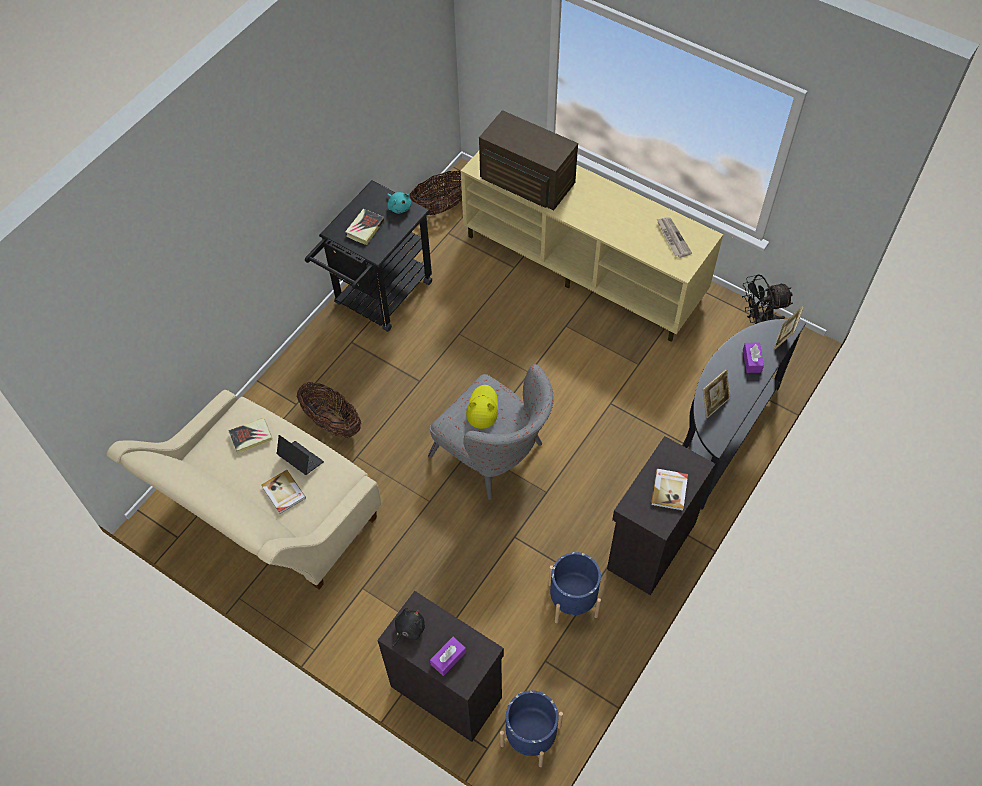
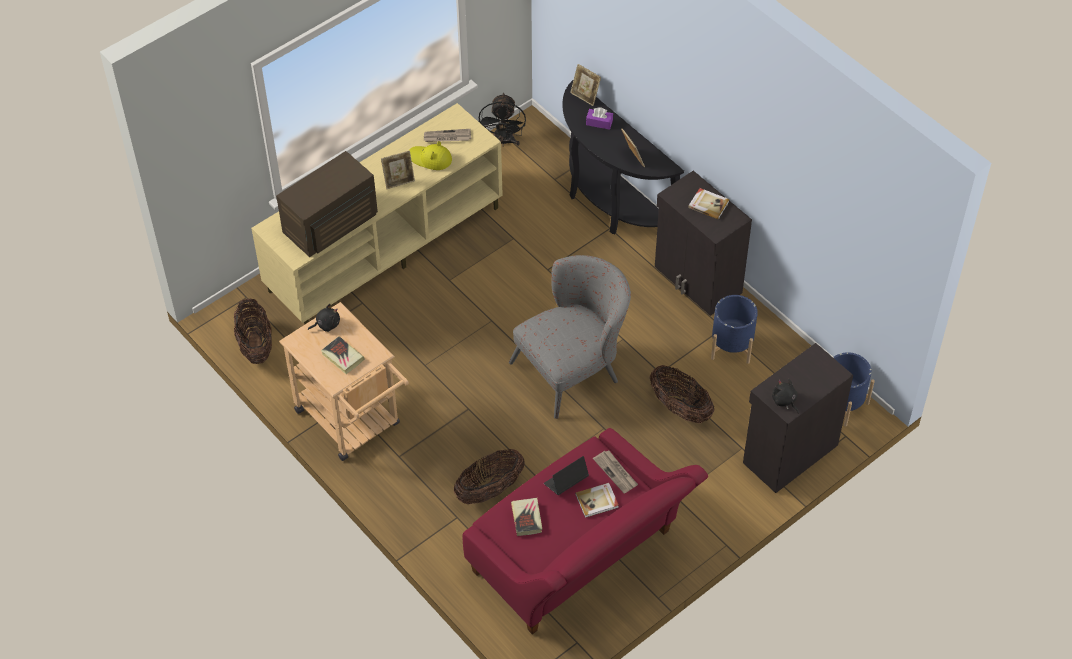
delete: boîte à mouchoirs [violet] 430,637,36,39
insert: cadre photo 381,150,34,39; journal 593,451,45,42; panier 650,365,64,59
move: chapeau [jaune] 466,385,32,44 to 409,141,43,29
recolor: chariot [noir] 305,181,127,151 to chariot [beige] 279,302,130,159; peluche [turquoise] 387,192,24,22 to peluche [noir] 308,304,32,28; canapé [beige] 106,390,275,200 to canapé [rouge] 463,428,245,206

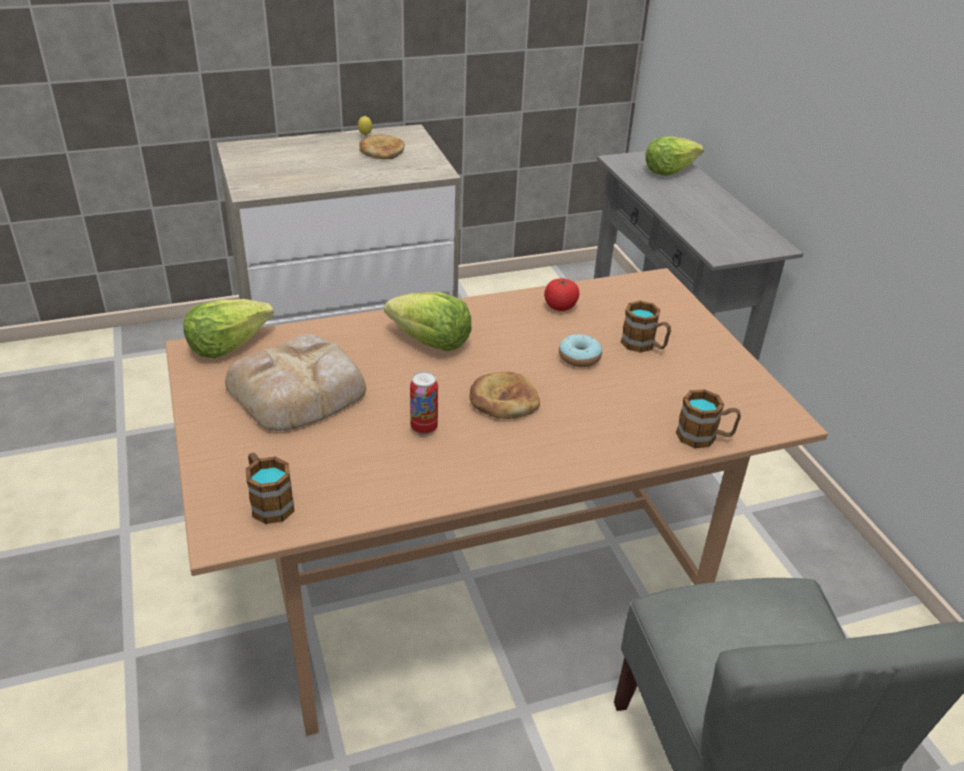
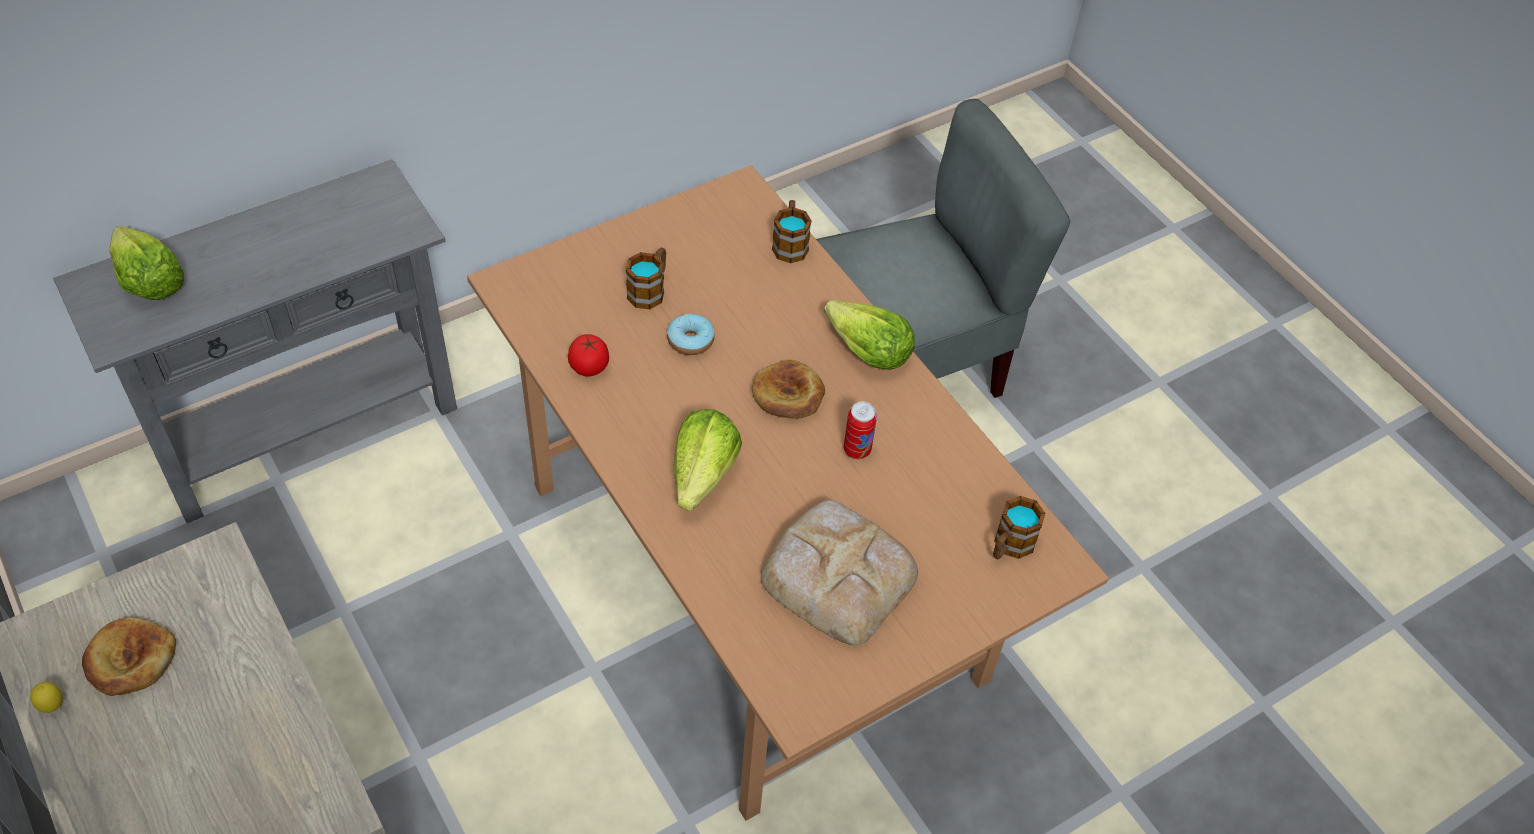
move: laitue 183,299,91,59 to 824,300,91,70

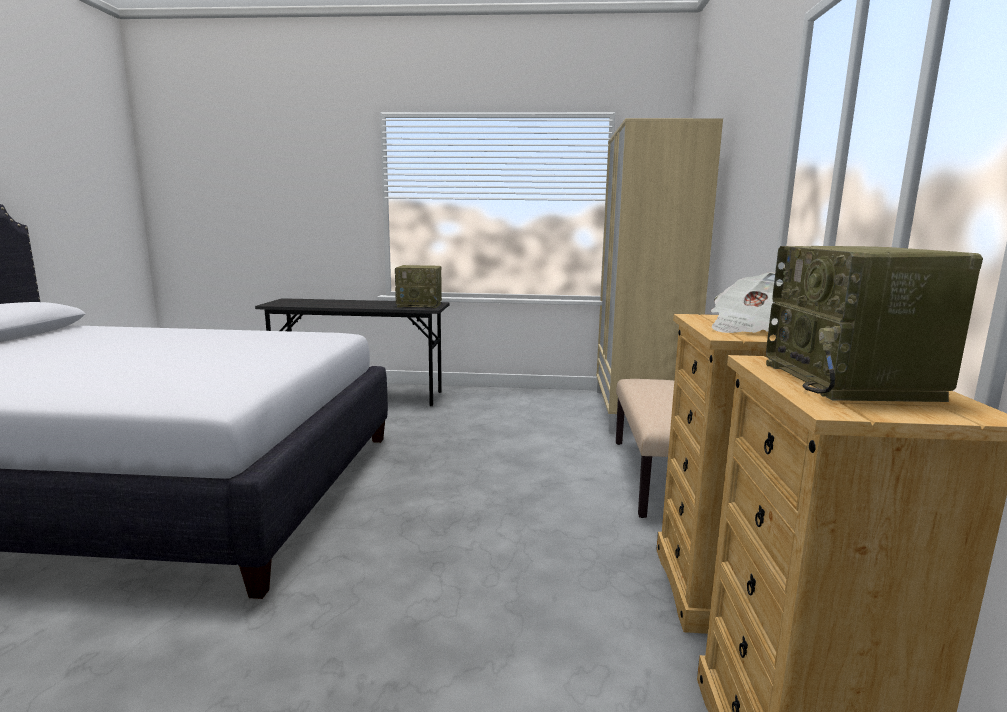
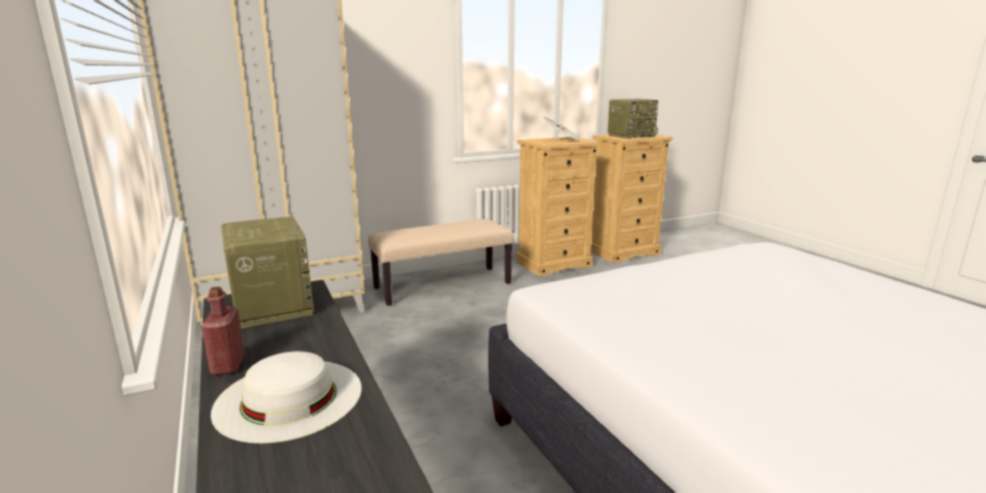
insert: bouteille [rouge] 201,287,44,88; chapeau [blanc] 211,351,151,92

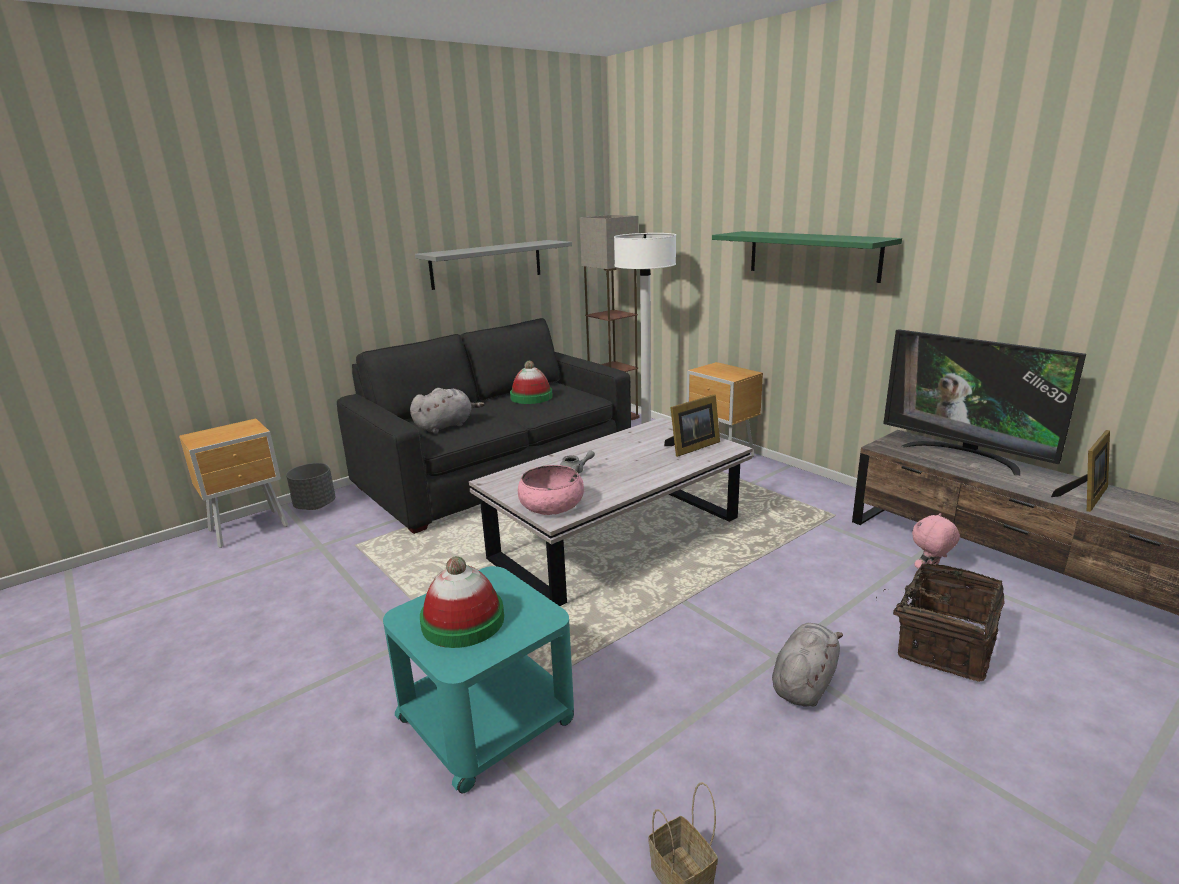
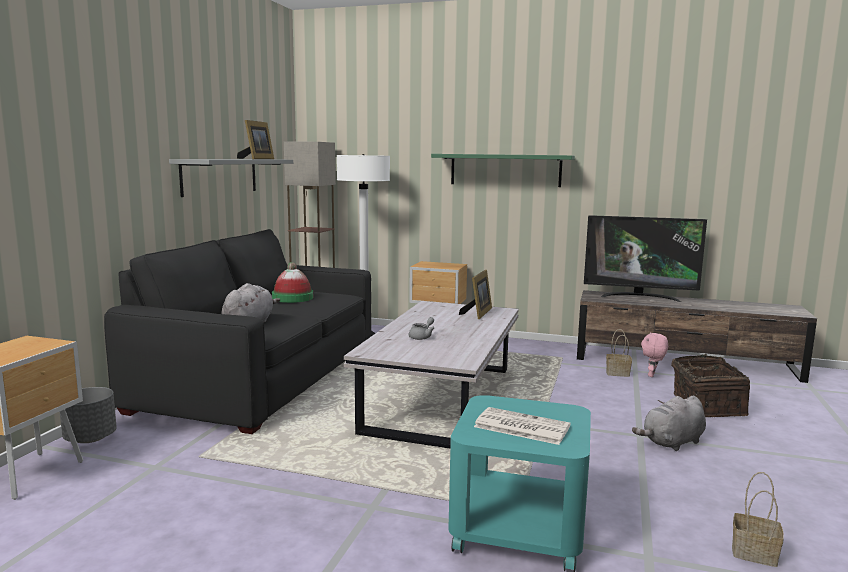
delete: bol [rose] 518,465,66,50
insert: panier 606,329,26,48
move: cadre photo 1051,430,59,82 to 237,120,37,39
replace: chapeau 420,556,84,92 to journal 474,407,97,38
rotate: peluche [gris] 772,623,71,84 = 632,396,74,55 120 degrees counterclockwise

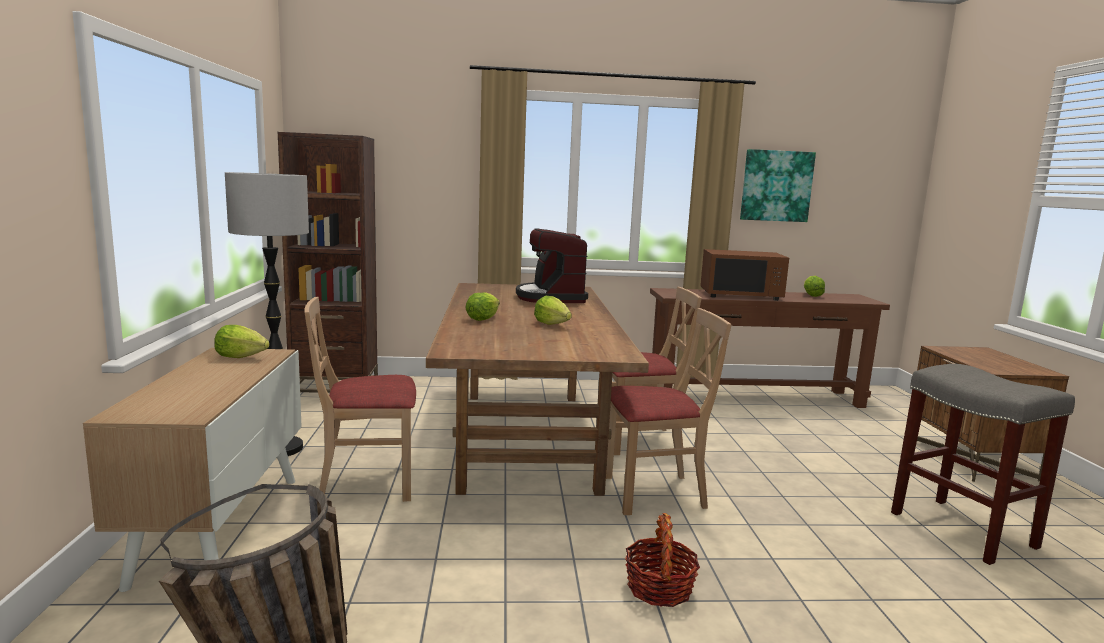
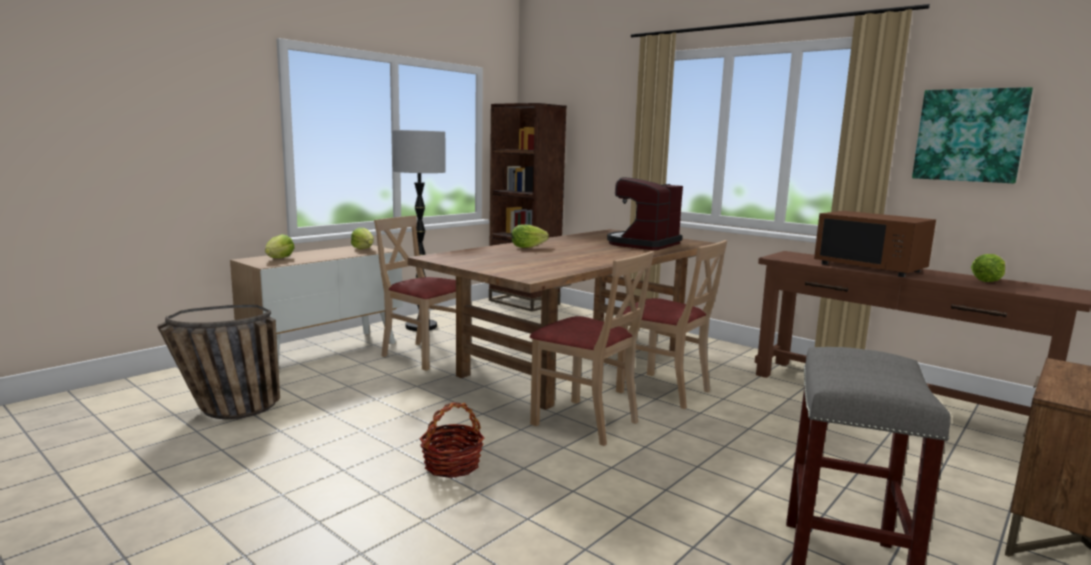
move: laitue 534,296,38,29 to 265,234,30,24

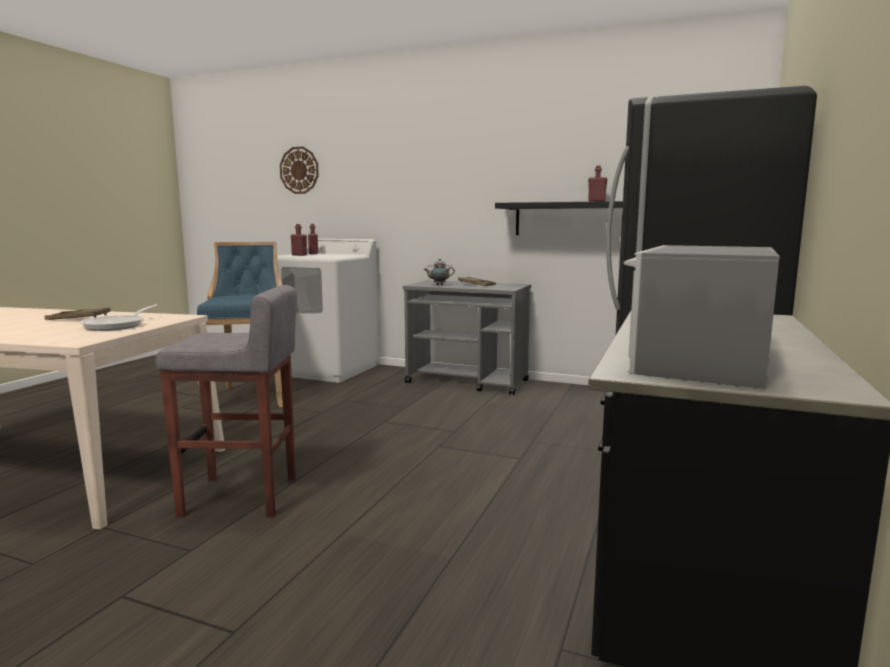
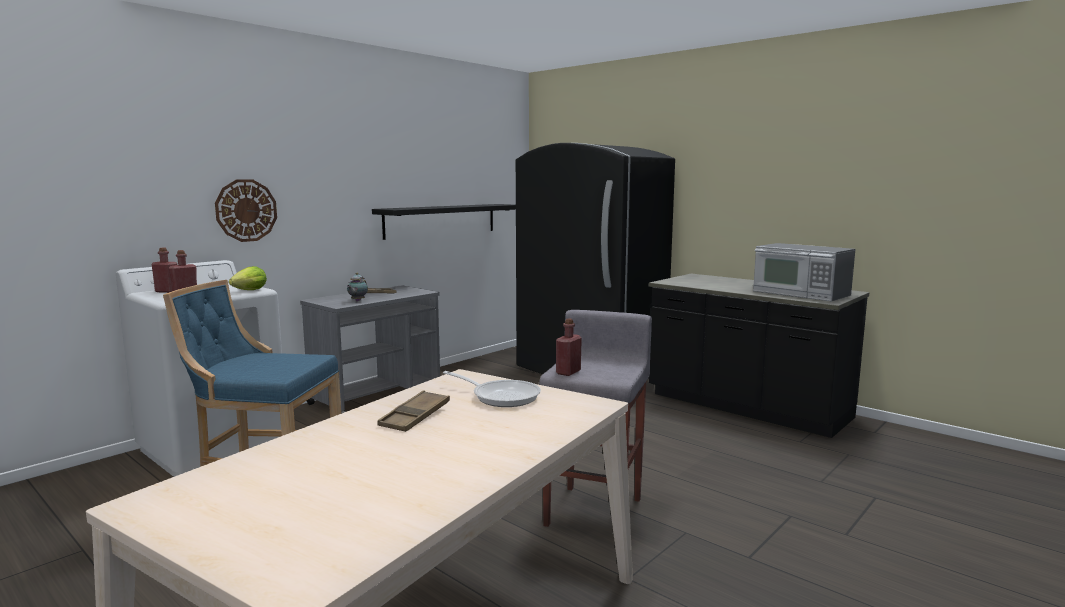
insert: laitue 229,266,38,24
move: horloge murale 280,147,39,47 to 215,179,62,63; bouteille [rouge] 588,165,19,37 to 556,318,26,58

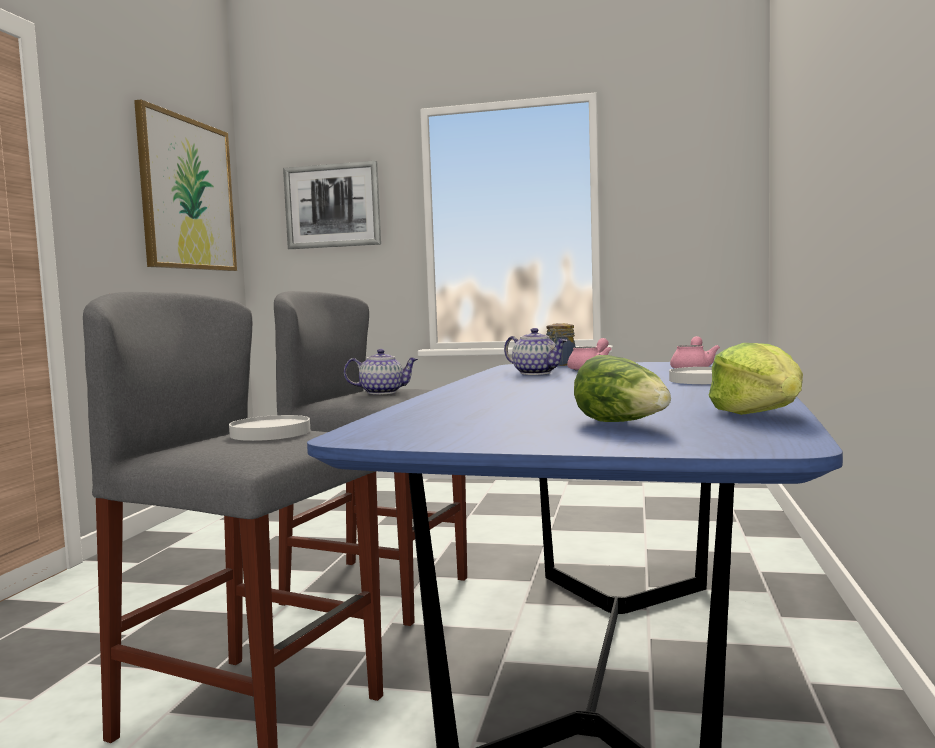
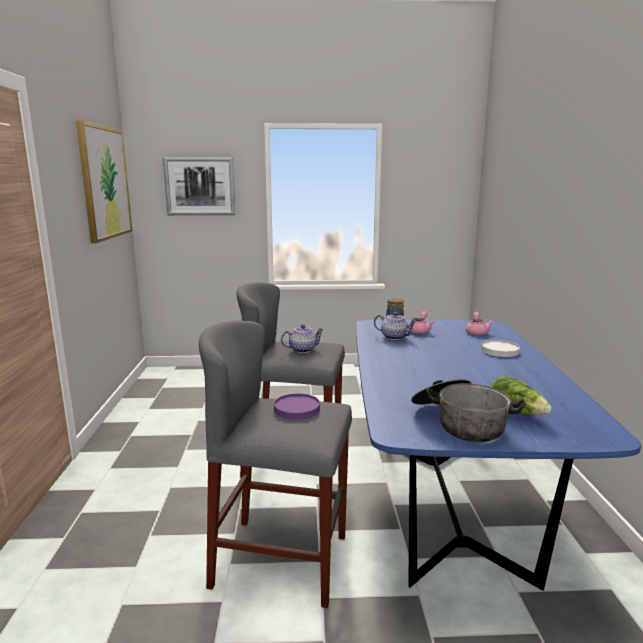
delete: laitue 708,343,95,72
insert: marmite 411,379,114,63
recolor: assiette [blanc] 229,415,81,26 to assiette [violet] 274,394,46,26

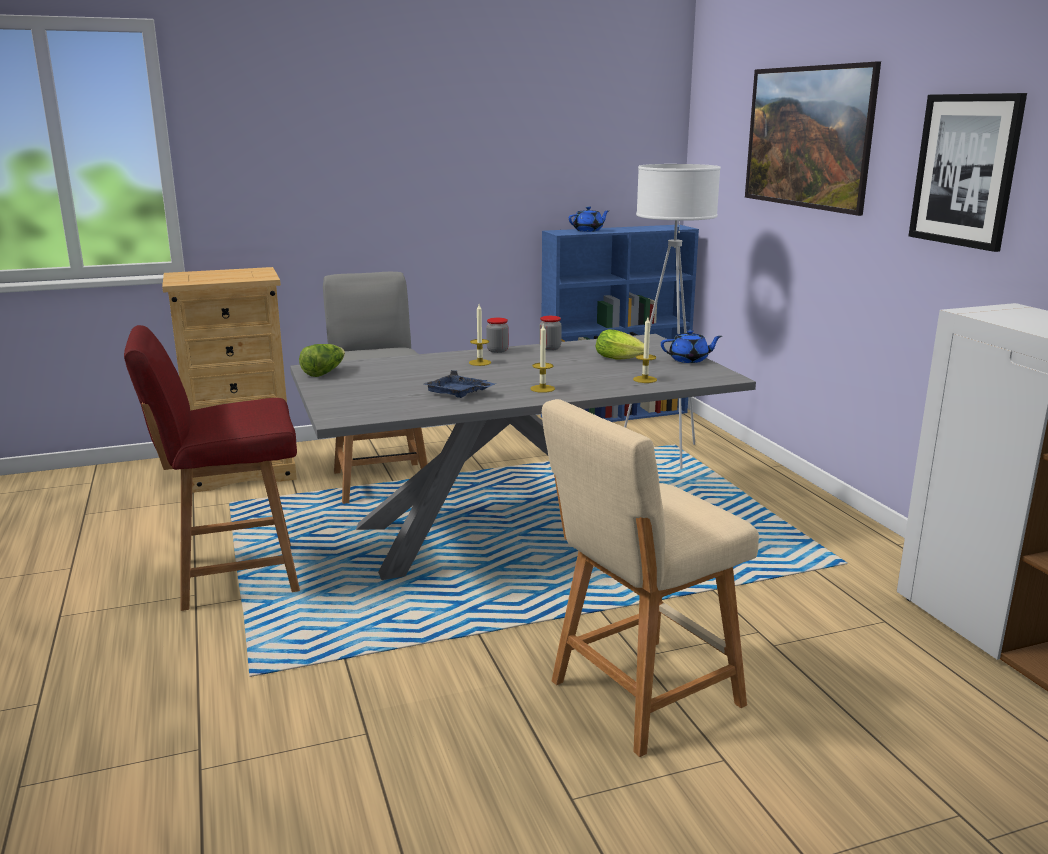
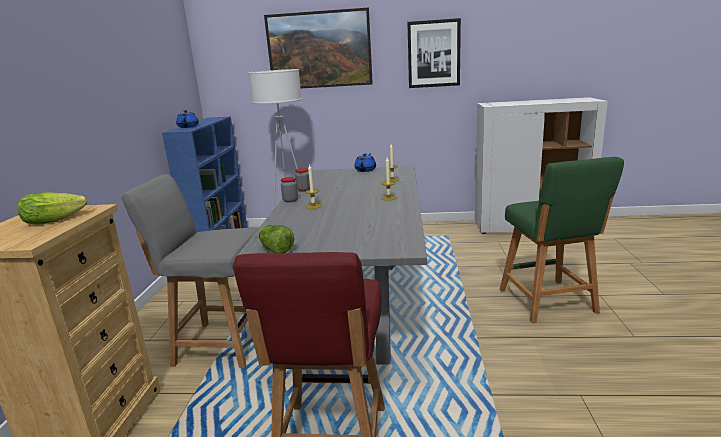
delete: plateau [bleu] 424,370,71,28
move: laitue 596,329,48,31 to 17,192,70,33
recolor: tabouret [beige] 542,399,217,358 to tabouret [vert] 500,157,124,166

